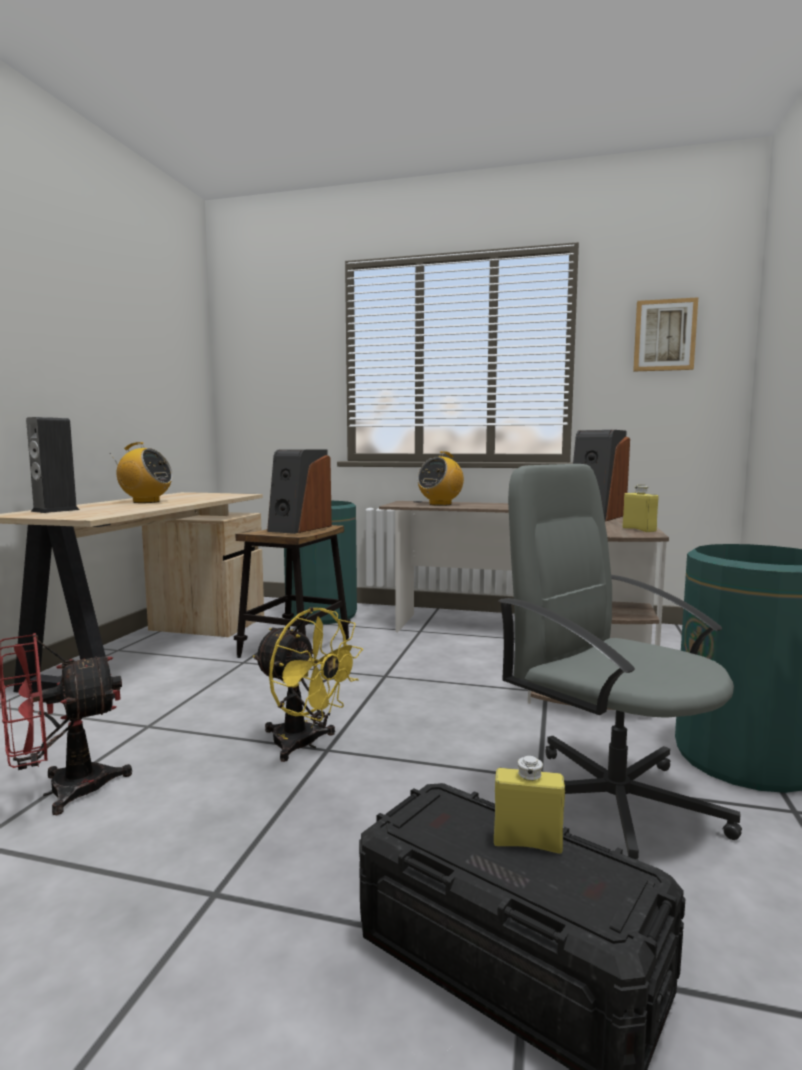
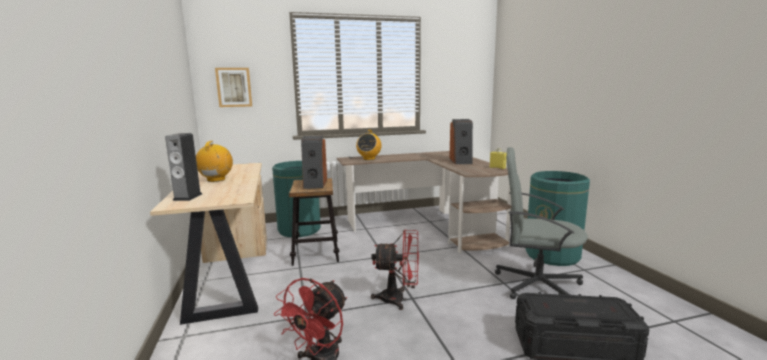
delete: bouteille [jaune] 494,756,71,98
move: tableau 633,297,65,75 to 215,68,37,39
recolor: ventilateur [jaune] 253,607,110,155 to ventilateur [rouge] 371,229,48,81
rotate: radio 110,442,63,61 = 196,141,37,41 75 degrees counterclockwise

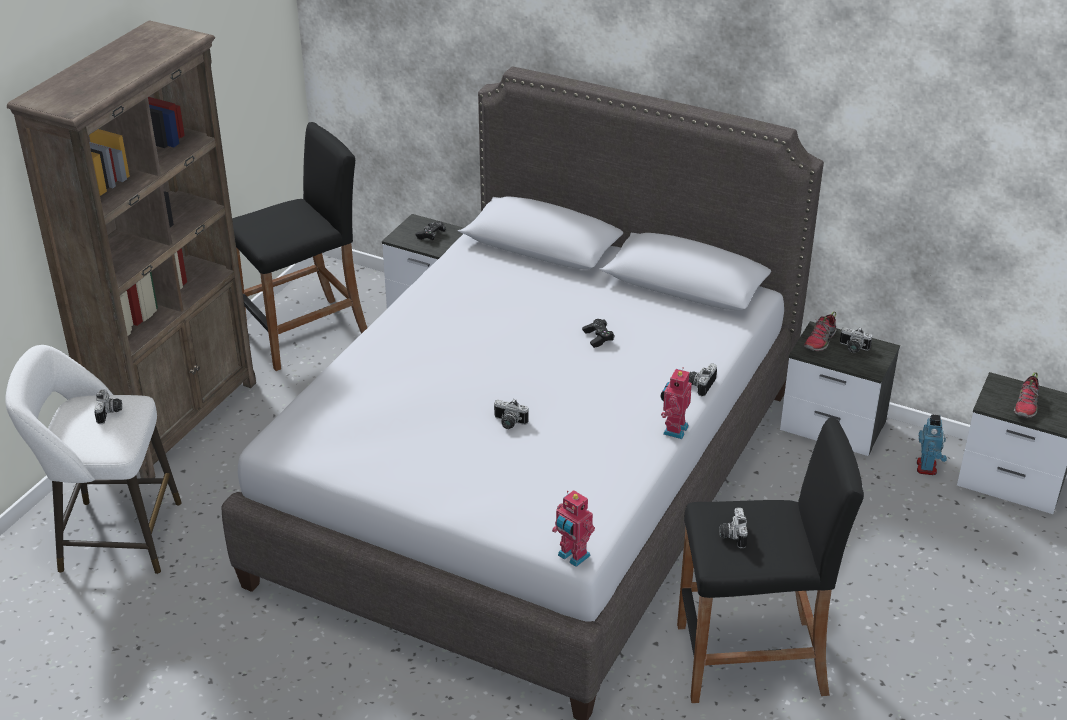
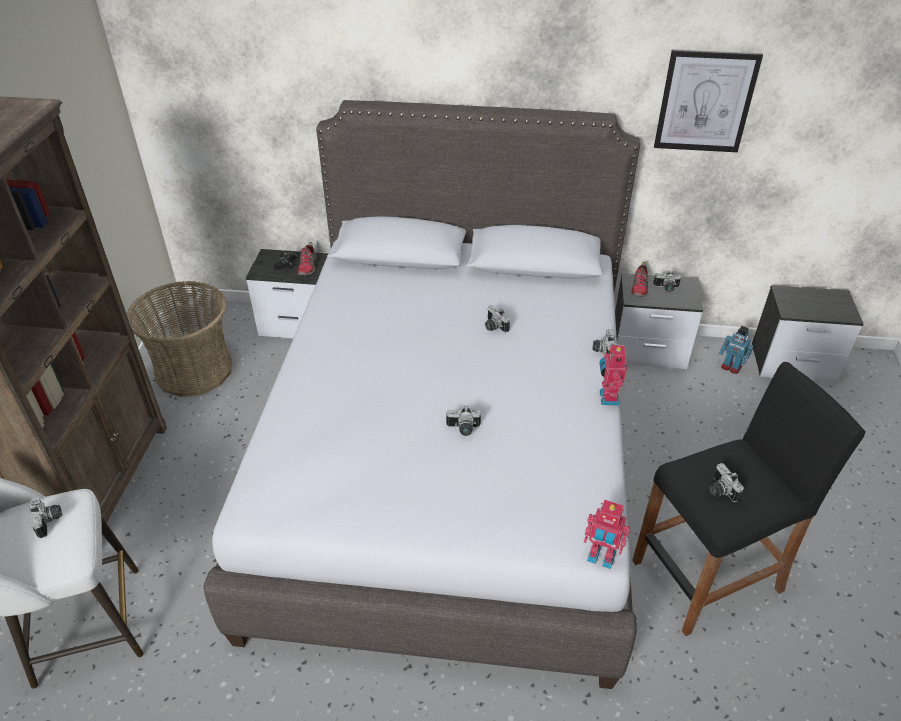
insert: tableau 654,49,109,103
move: chaussure 1014,372,25,46 to 298,242,18,34
replace: tabouret [noir] 232,122,135,249 to panier 127,281,105,116; manette [noir] 582,319,32,29 to appareil photo 485,305,25,28
rotate: robot jouet 917,414,30,61 = 719,326,35,48 135 degrees clockwise

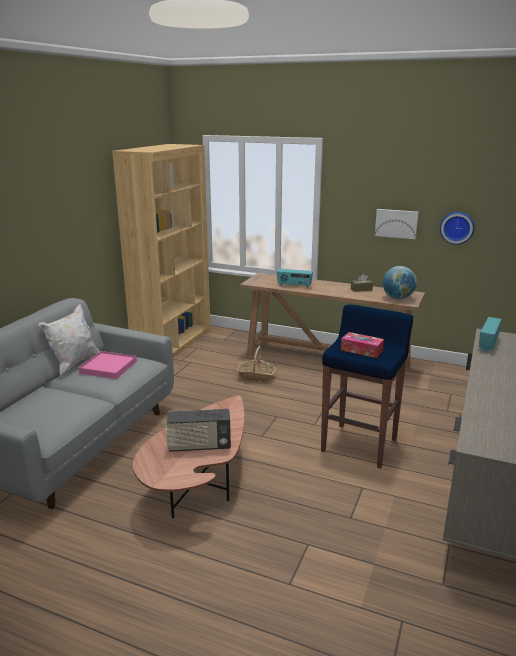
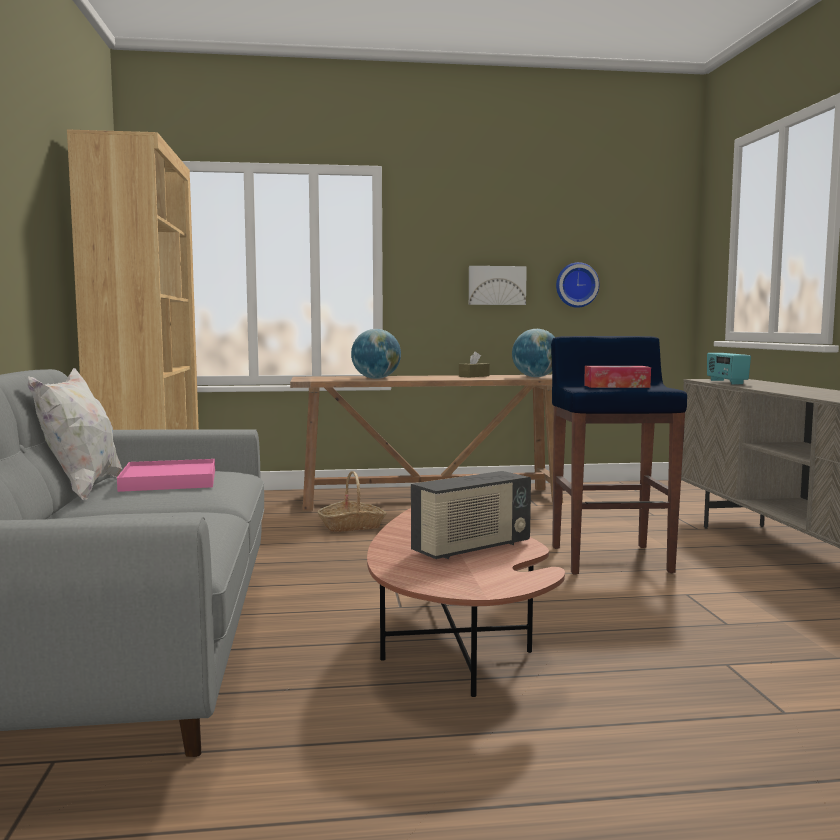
replace: radio 277,269,36,19 to globe 351,329,50,50

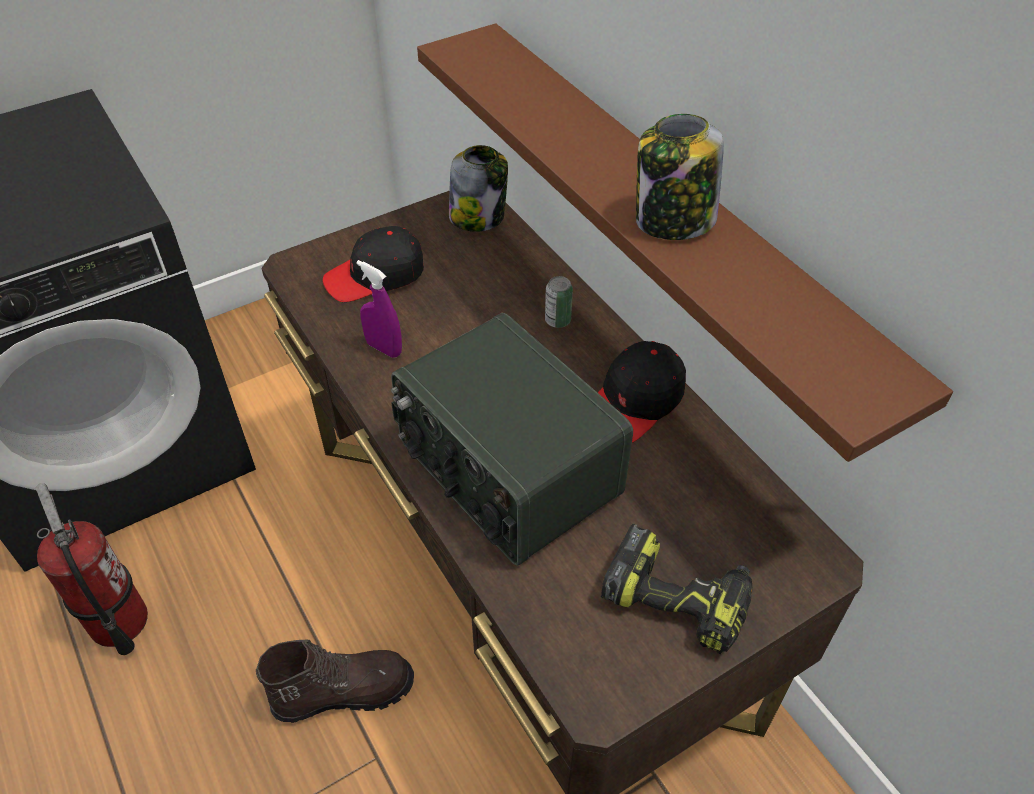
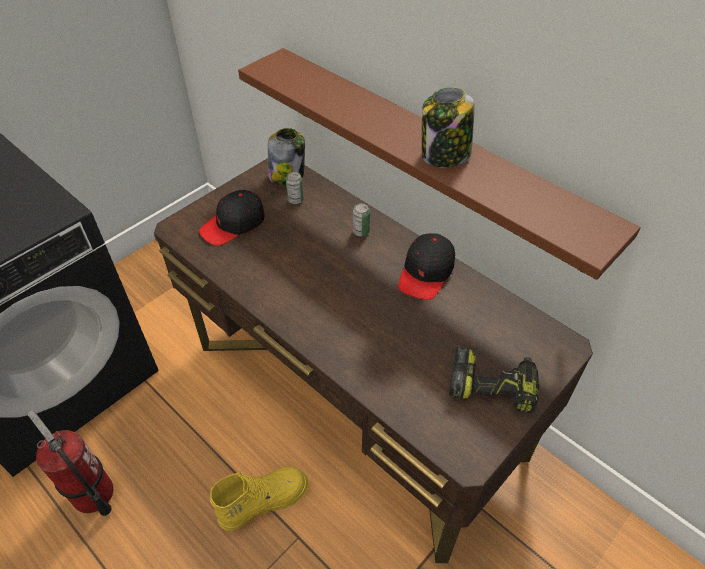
delete: vaporisateur [violet] 356,260,46,98; radio 391,313,242,253
insert: boîte métallique 286,172,18,32
recolor: botte [marron] 256,640,158,83 to botte [jaune] 210,467,99,64

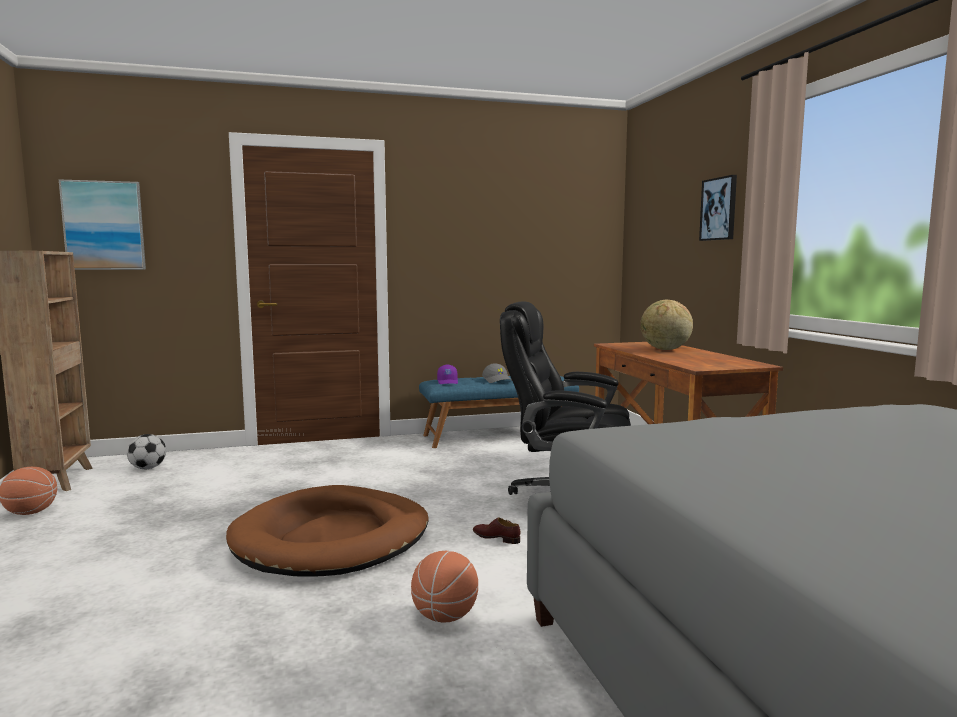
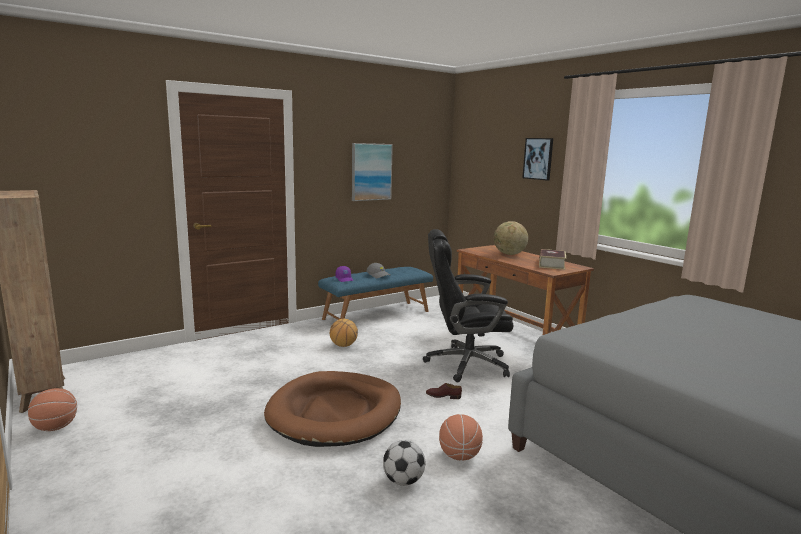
insert: ballon de basket 330,319,28,28; livre 539,249,27,21
move: tableau 59,179,87,91 to 352,143,41,58; ballon de foot 127,434,39,35 to 383,440,42,46

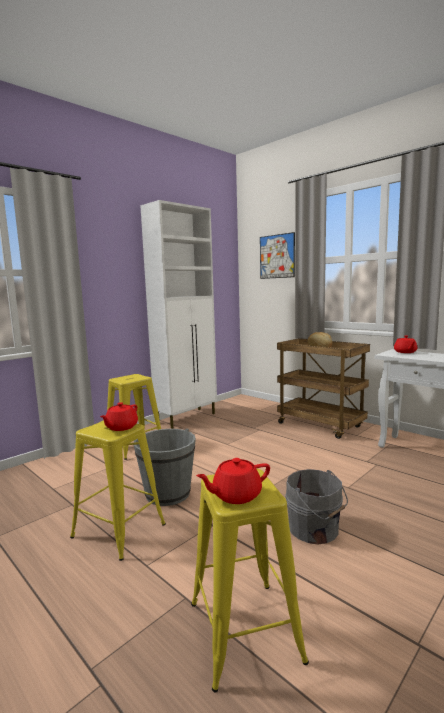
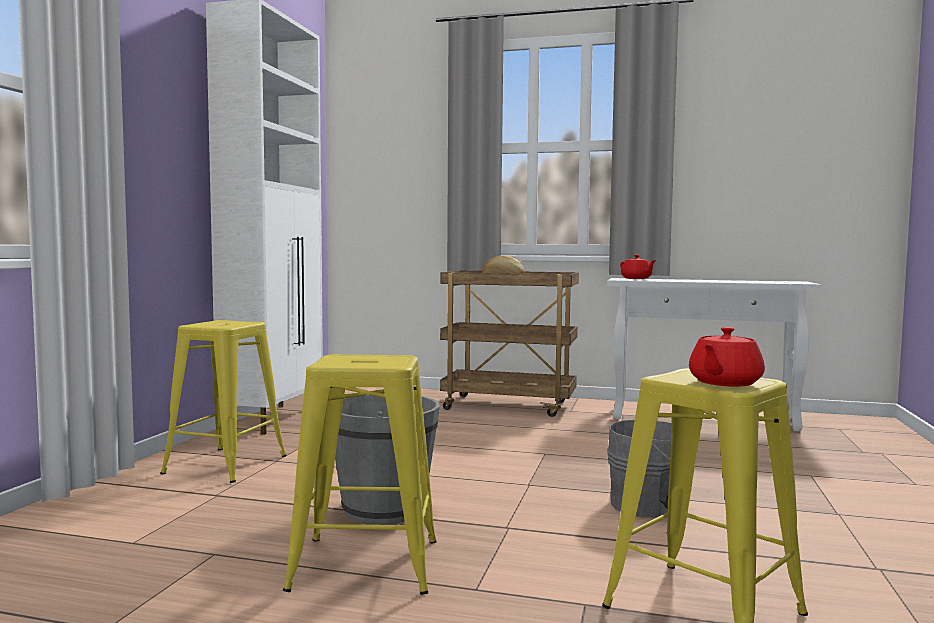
delete: théière [rouge] 100,402,38,29; tableau 260,232,35,47

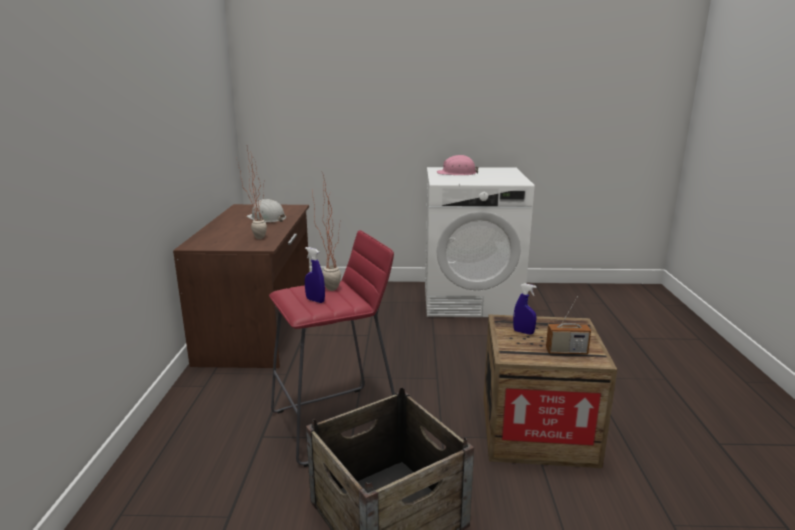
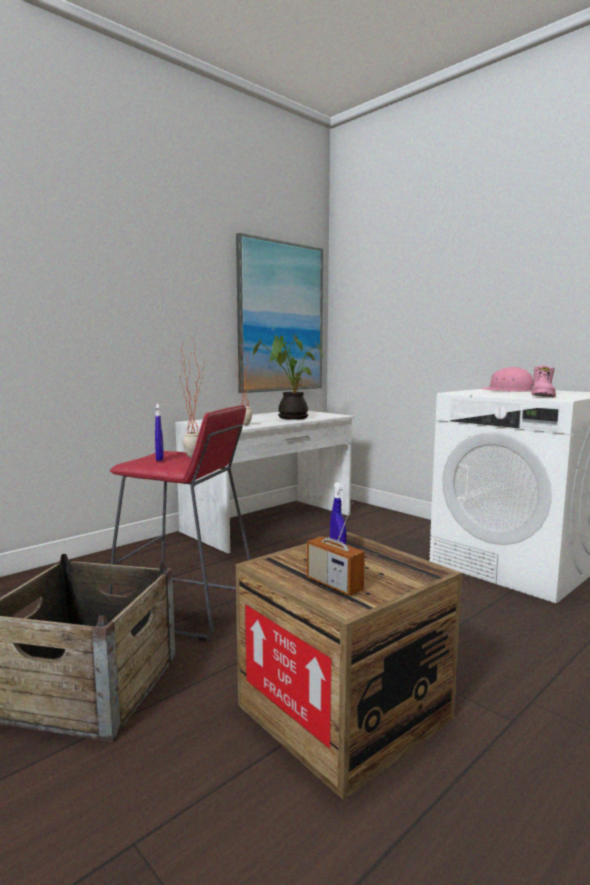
insert: tableau 236,233,87,160; botte [rose] 531,365,25,32
replace: casque de chantier [blanc] 247,199,39,24 to plante en pot 253,335,70,85
recolor: bureau [marron] 173,204,137,164 to bureau [blanc] 175,411,180,142

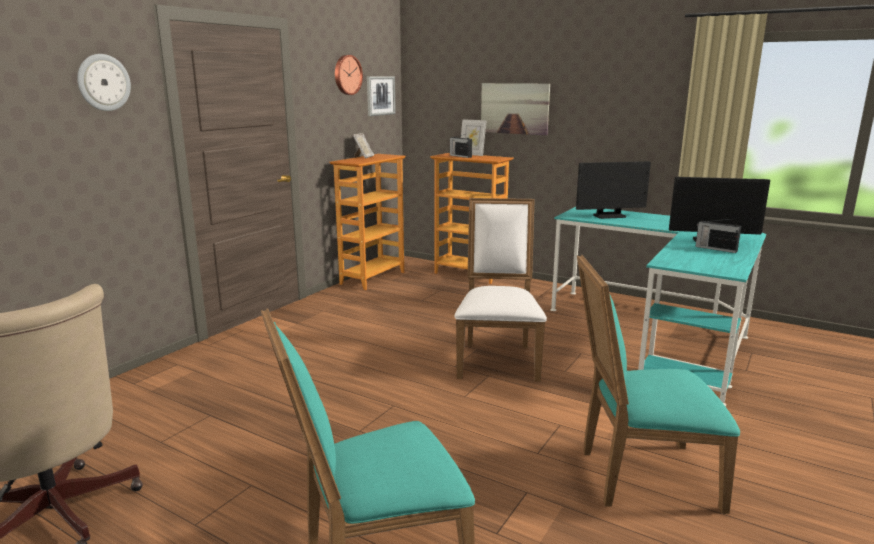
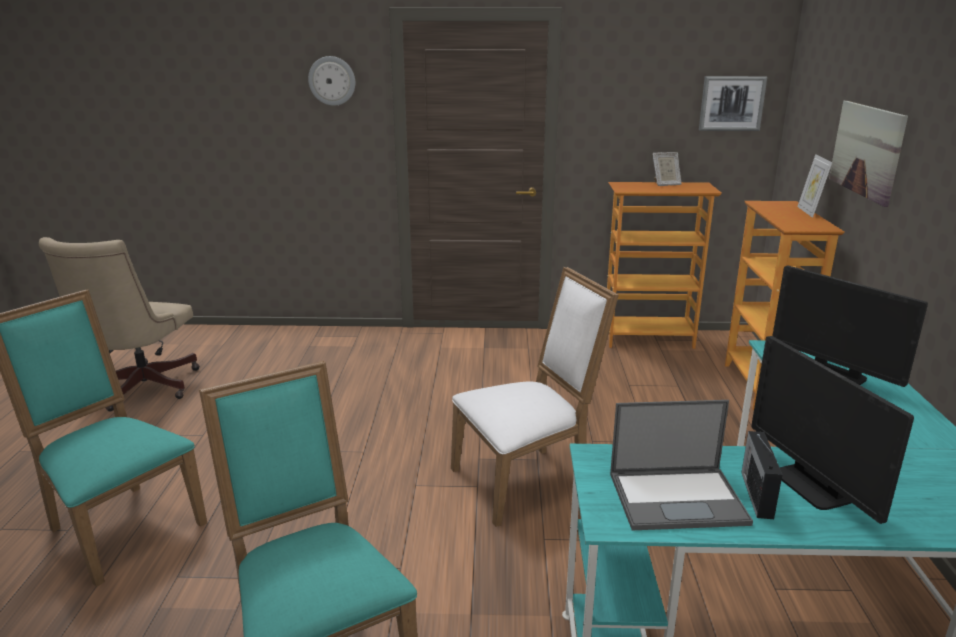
delete: horloge murale 335,55,28,40; radio 450,134,22,24
insert: ordinateur portable 610,400,143,130

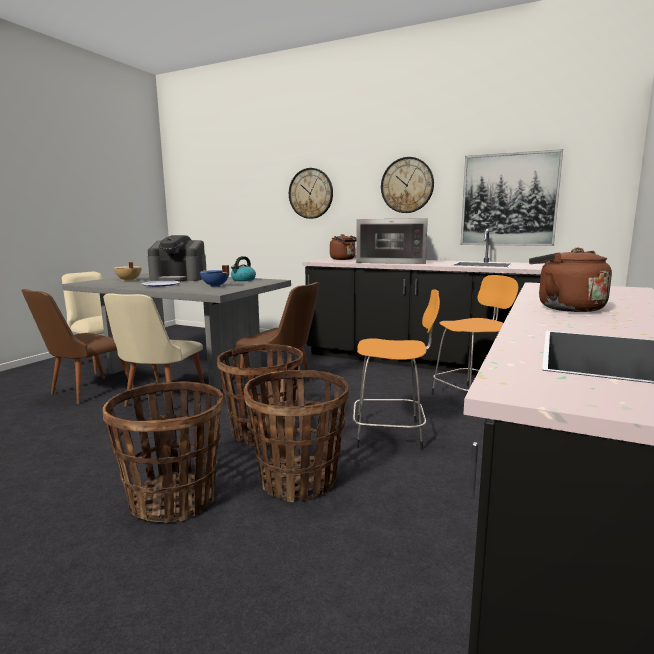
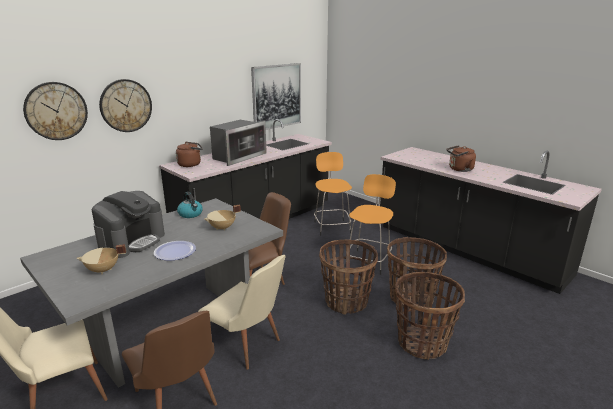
move: horloge murale 381,157,53,56 to 23,82,65,58
recolor: marmite [bleu] 200,265,29,22 to marmite [beige] 204,205,37,26

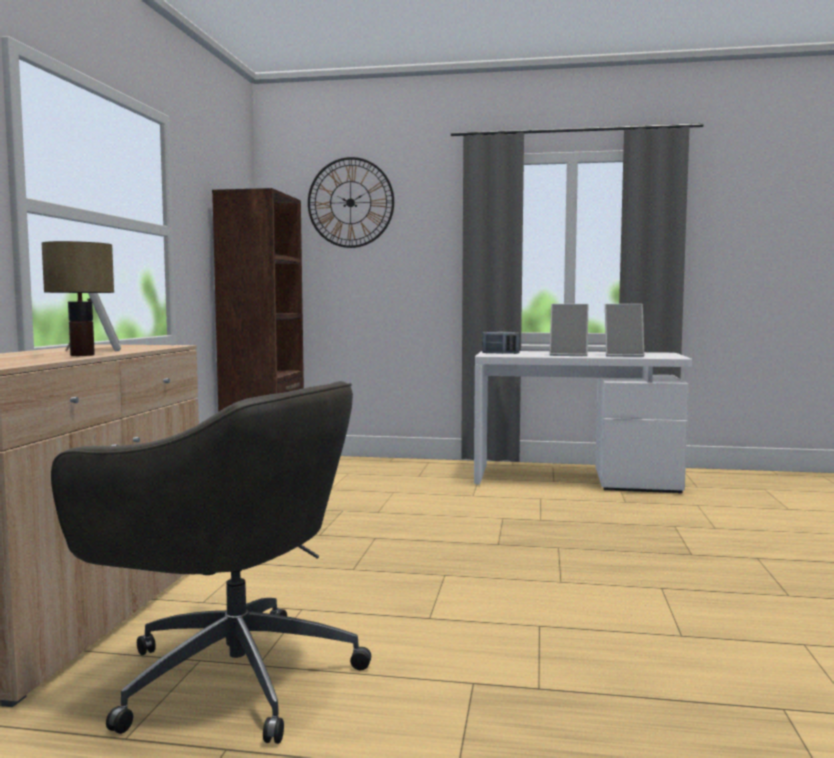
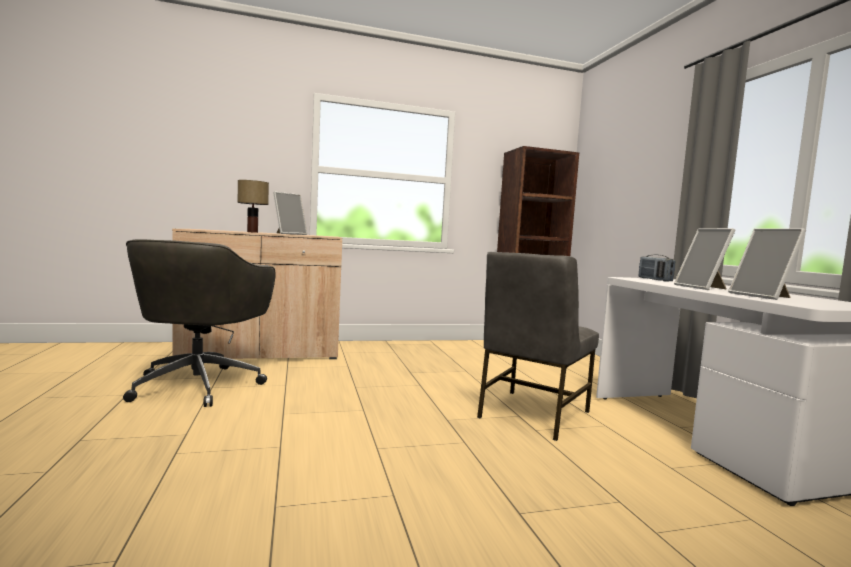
delete: horloge murale 308,157,86,91
insert: chaise [gris] 477,252,122,189

